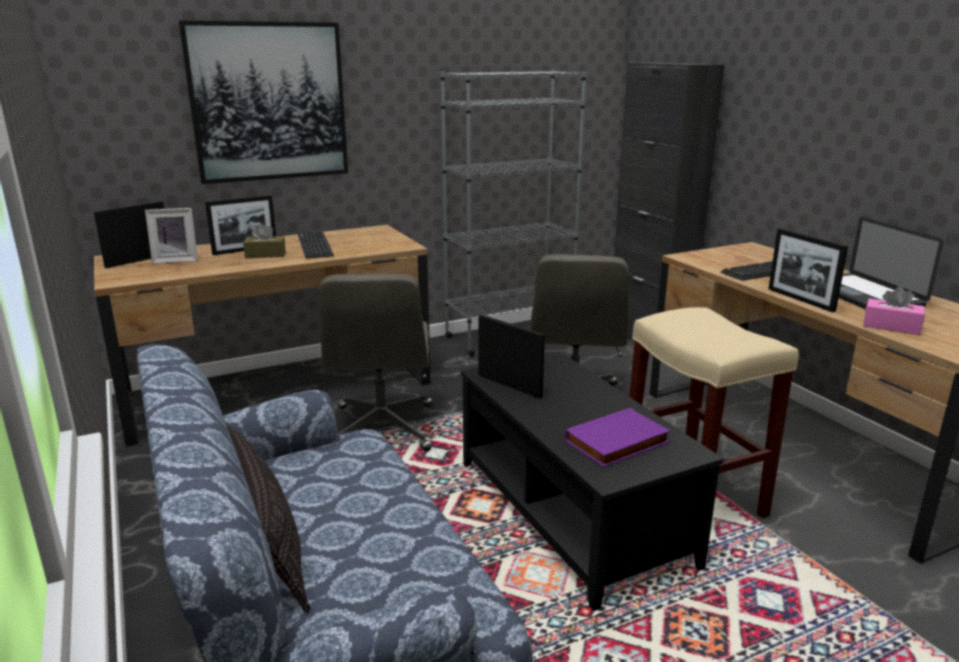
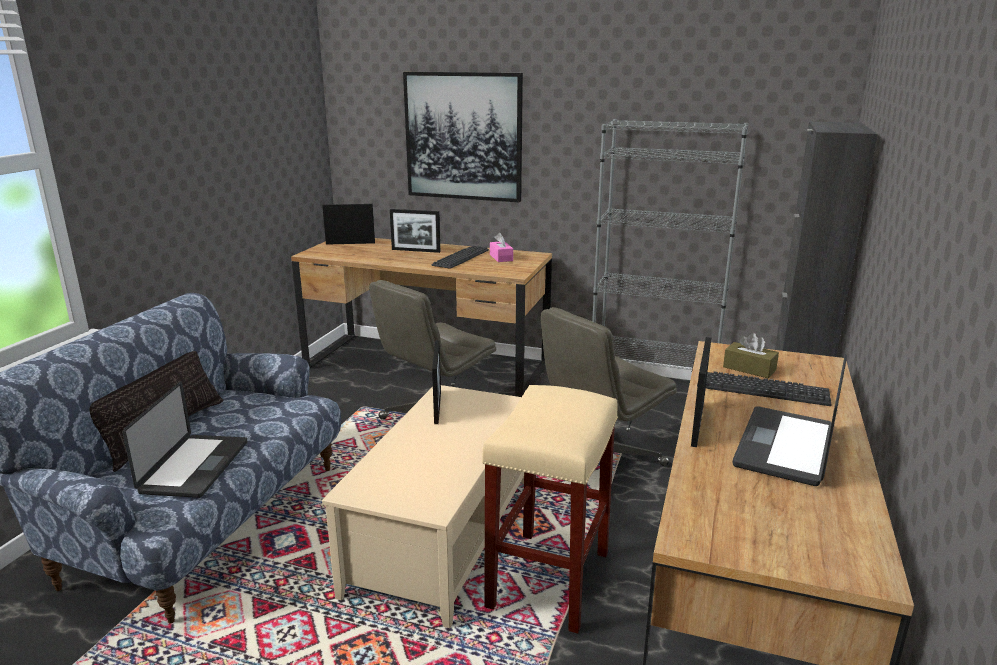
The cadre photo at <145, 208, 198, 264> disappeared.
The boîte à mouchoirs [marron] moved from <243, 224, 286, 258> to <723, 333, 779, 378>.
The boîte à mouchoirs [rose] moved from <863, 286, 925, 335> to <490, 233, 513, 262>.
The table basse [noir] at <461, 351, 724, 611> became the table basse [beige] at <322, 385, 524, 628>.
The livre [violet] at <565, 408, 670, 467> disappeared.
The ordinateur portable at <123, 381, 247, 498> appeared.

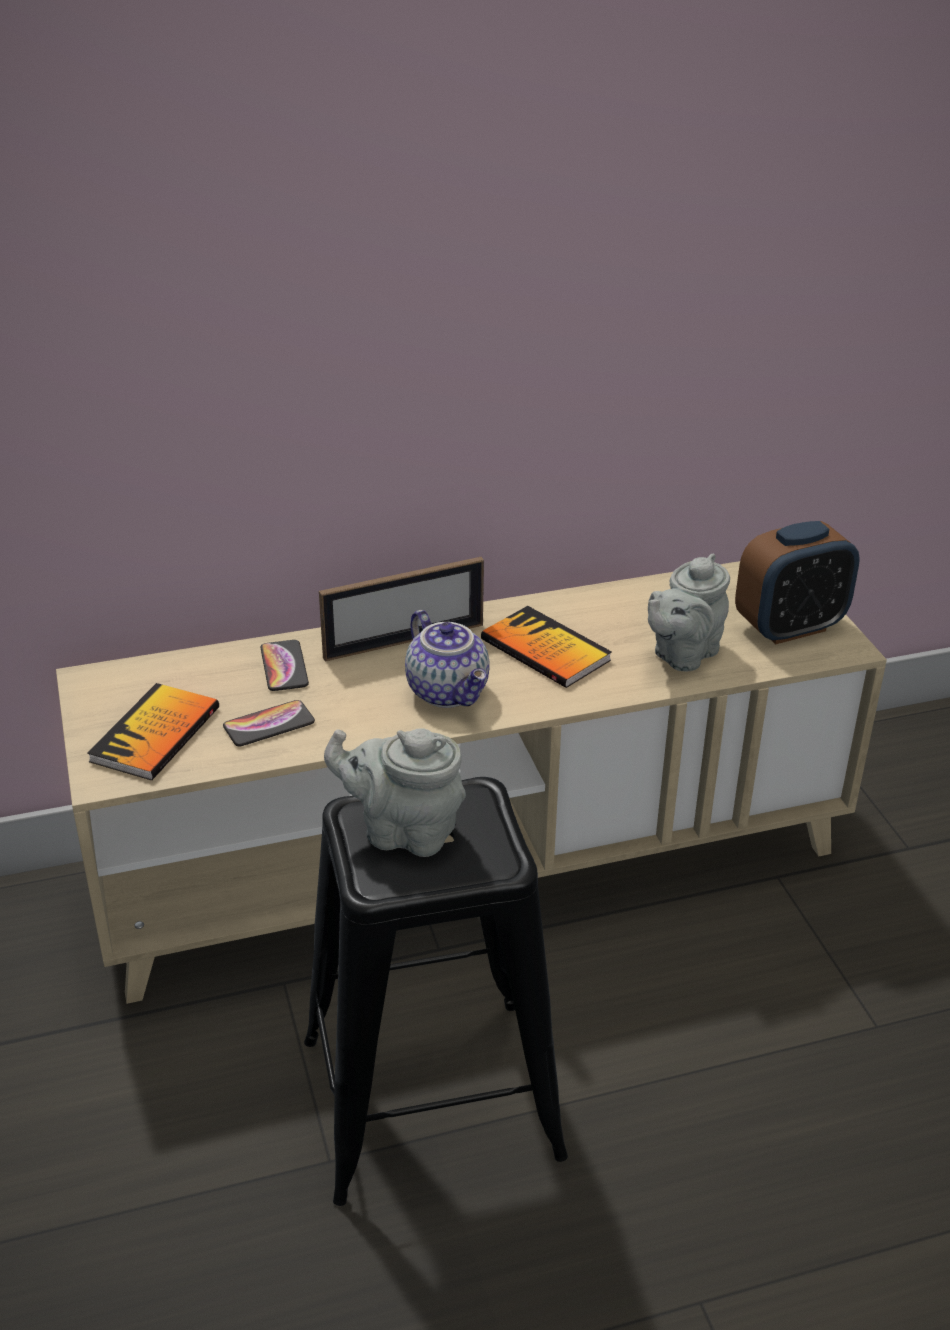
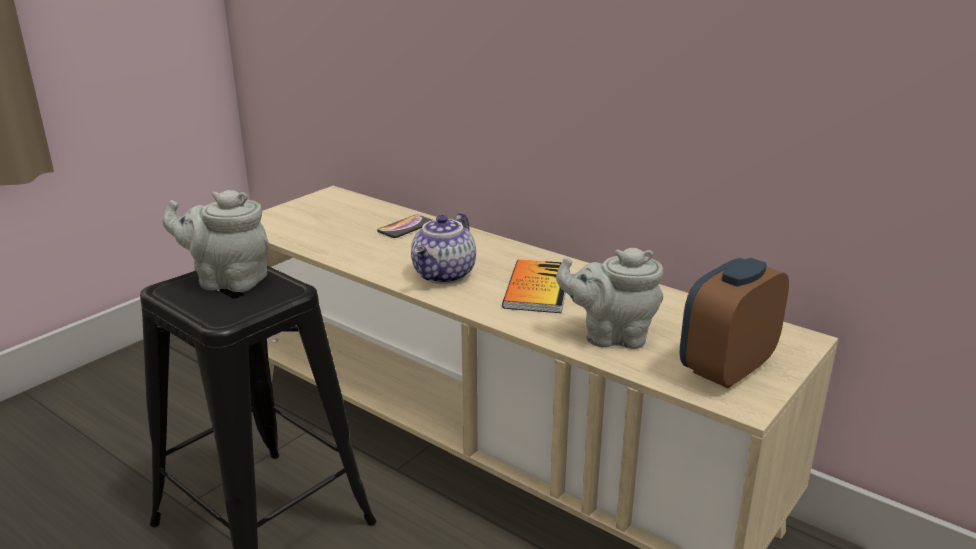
The réveil at <735, 521, 860, 645> turned 105 degrees clockwise.
The cadre photo at <319, 557, 484, 661> disappeared.
The livre at <87, 683, 219, 780> disappeared.
The téléphone at <223, 700, 315, 747> disappeared.
The théière [gris] at <324, 728, 466, 857> turned 60 degrees counterclockwise.

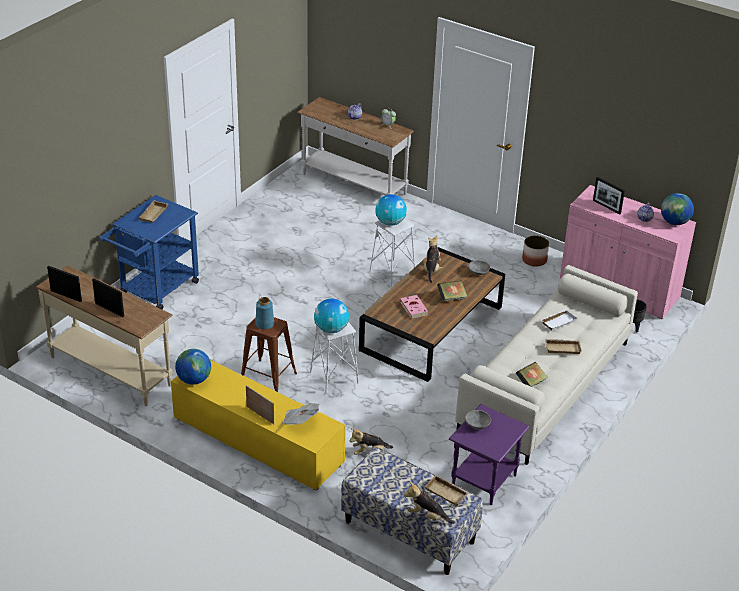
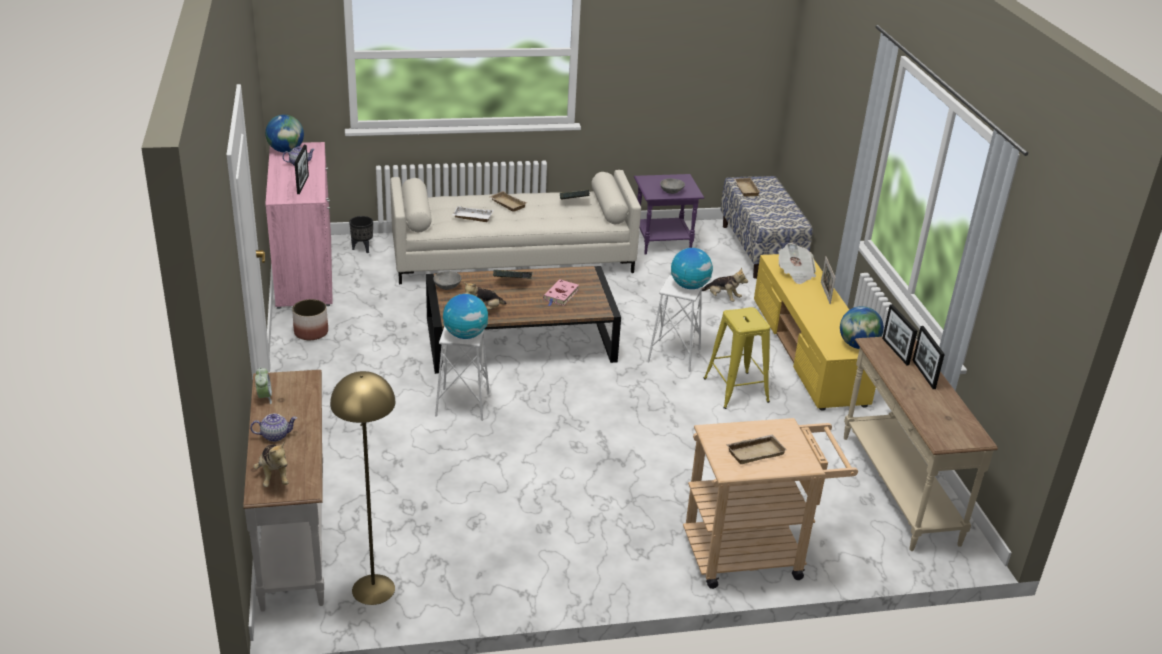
The chariot [bleu] at <100, 195, 199, 309> became the chariot [beige] at <683, 418, 858, 589>.
The cadre photo moved from <47, 266, 82, 302> to <882, 304, 917, 365>.
The vase [bleu] at <255, 297, 274, 329> disappeared.
The tabouret [marron] at <241, 317, 297, 392> became the tabouret [jaune] at <704, 307, 770, 409>.
The peluche moved from <404, 482, 455, 524> to <253, 441, 289, 487>.
The lampadaire [jaune] at <330, 371, 396, 605> appeared.

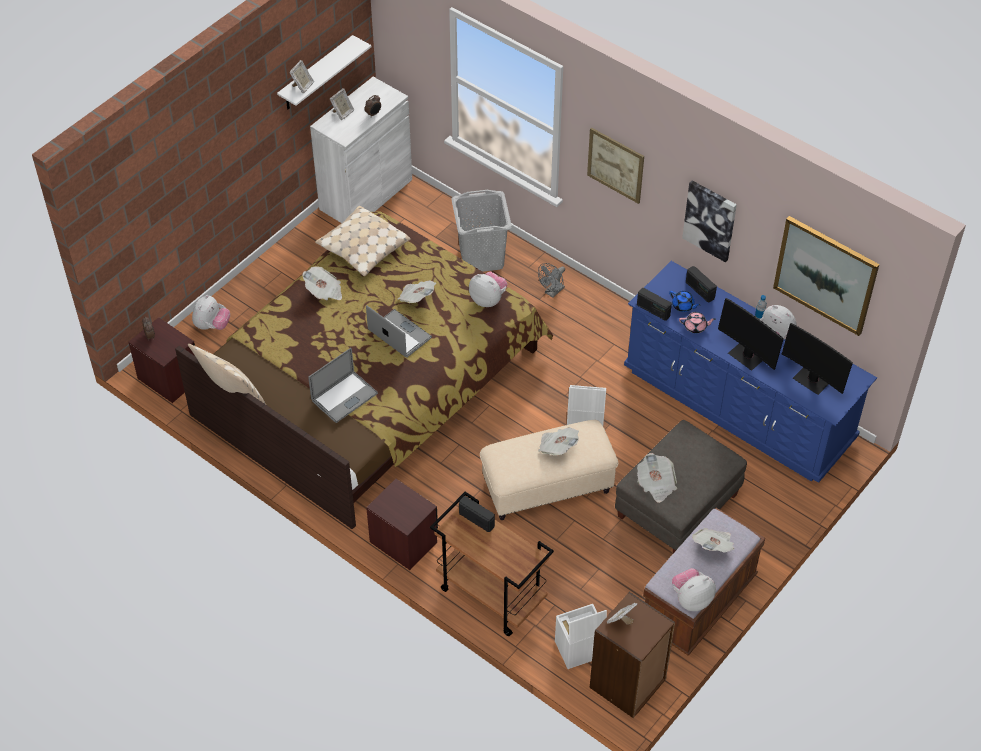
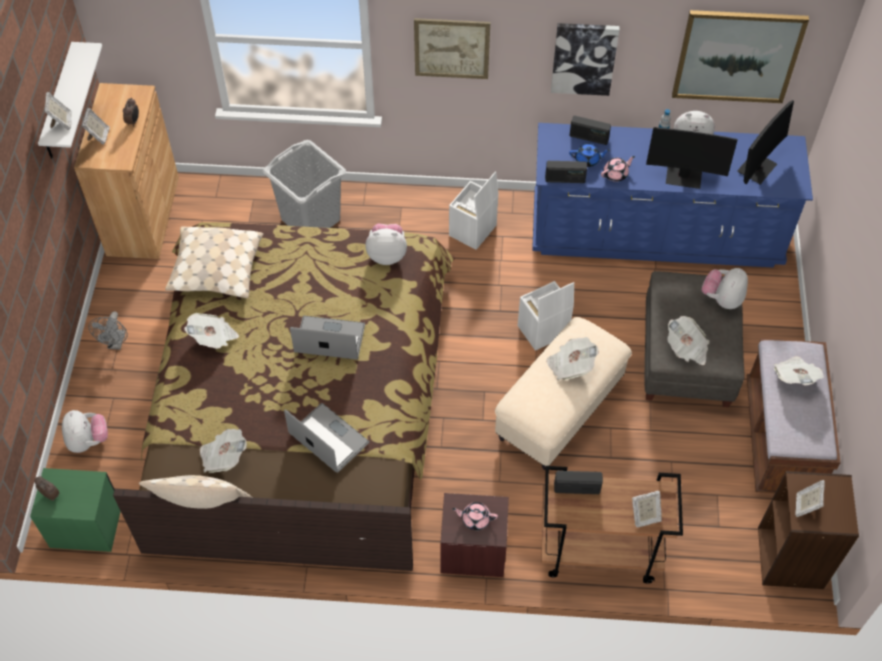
The meuble de rangement [blanc] at <310, 77, 412, 223> became the meuble de rangement [marron] at <74, 83, 179, 259>.
The ventilateur [gris] moved from <538, 263, 565, 298> to <89, 311, 128, 350>.
The journal moved from <397, 280, 436, 303> to <200, 429, 247, 473>.
The table de chevet [marron] at <129, 317, 195, 403> became the table de chevet [vert] at <30, 468, 121, 552>.
The écran d'ordinateur at <782, 323, 853, 395> turned 60 degrees counterclockwise.
The ordinateur portable at <308, 348, 378, 423> turned 60 degrees counterclockwise.
The peluche moved from <672, 568, 716, 611> to <701, 268, 748, 309>.
The boîte de rangement [blanc] moved from <555, 604, 607, 669> to <449, 171, 499, 250>.
The cadre photo at <632, 491, 662, 528> appeared.
The théière [rose] at <452, 502, 498, 530> appeared.

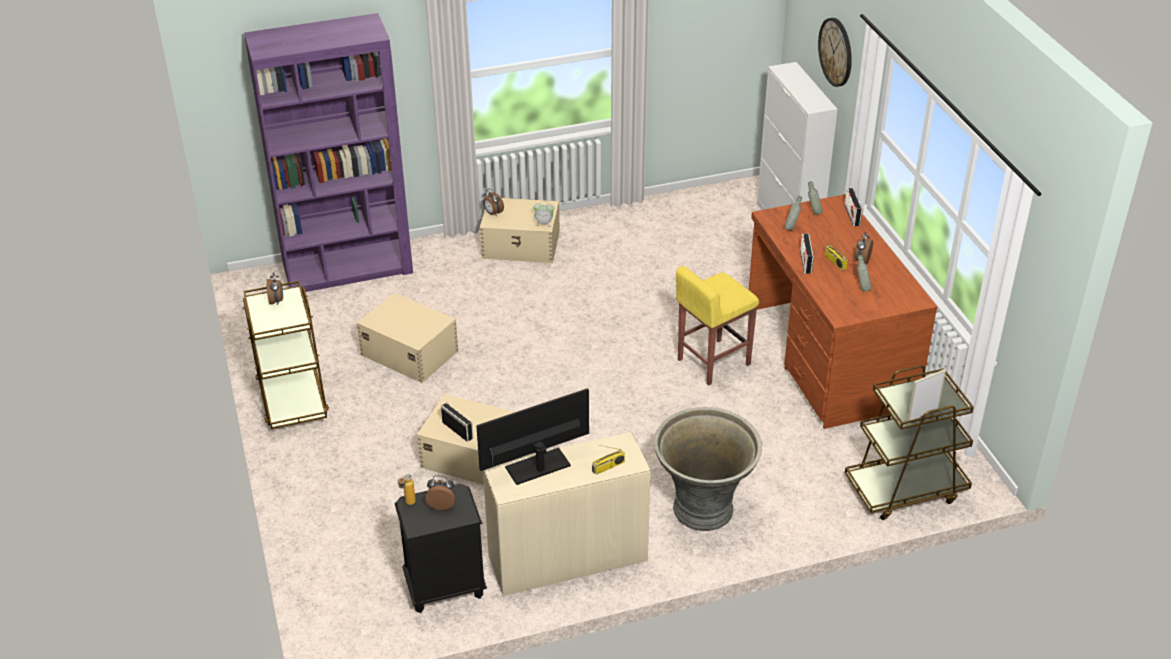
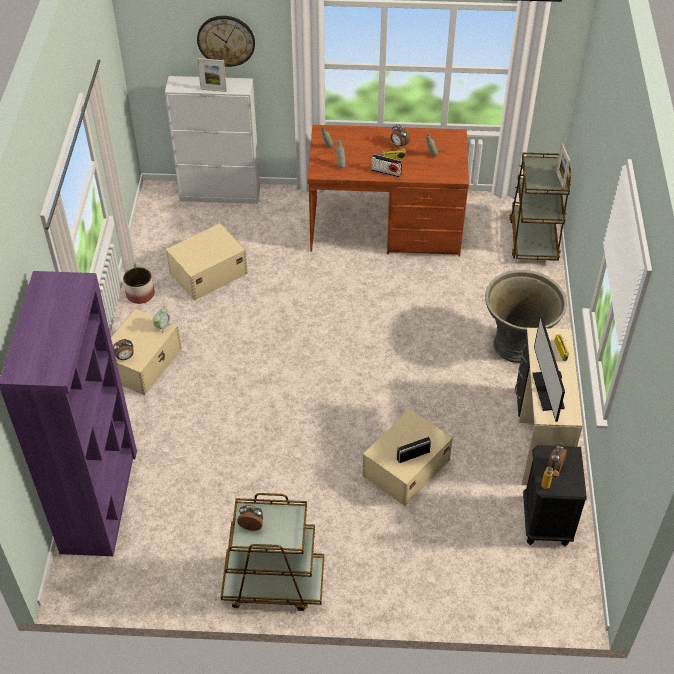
The radio at <845, 188, 863, 226> disappeared.
The tabouret [jaune] at <676, 266, 759, 386> disappeared.
The boîte de rangement [beige] moved from <357, 293, 458, 383> to <166, 223, 248, 301>.
The cadre photo at <197, 58, 227, 92> appeared.
The cache-pot at <123, 267, 155, 304> appeared.

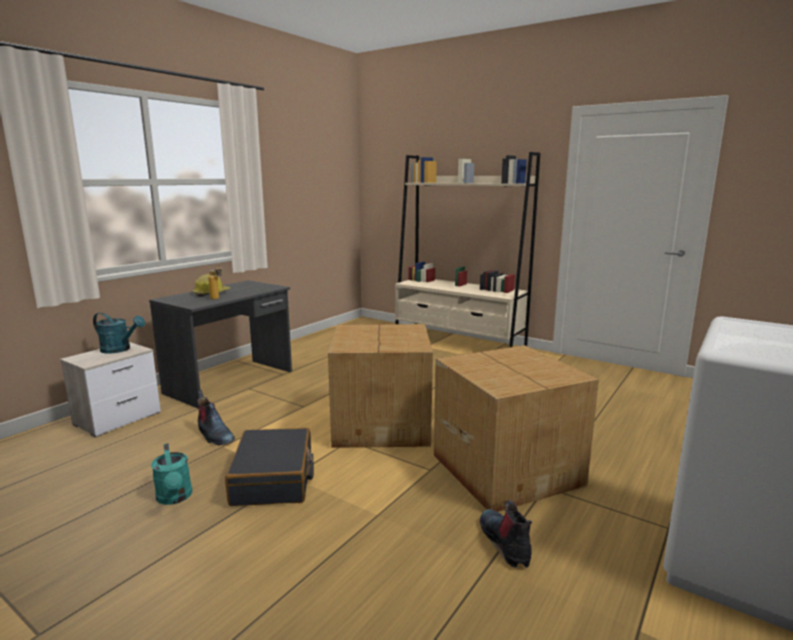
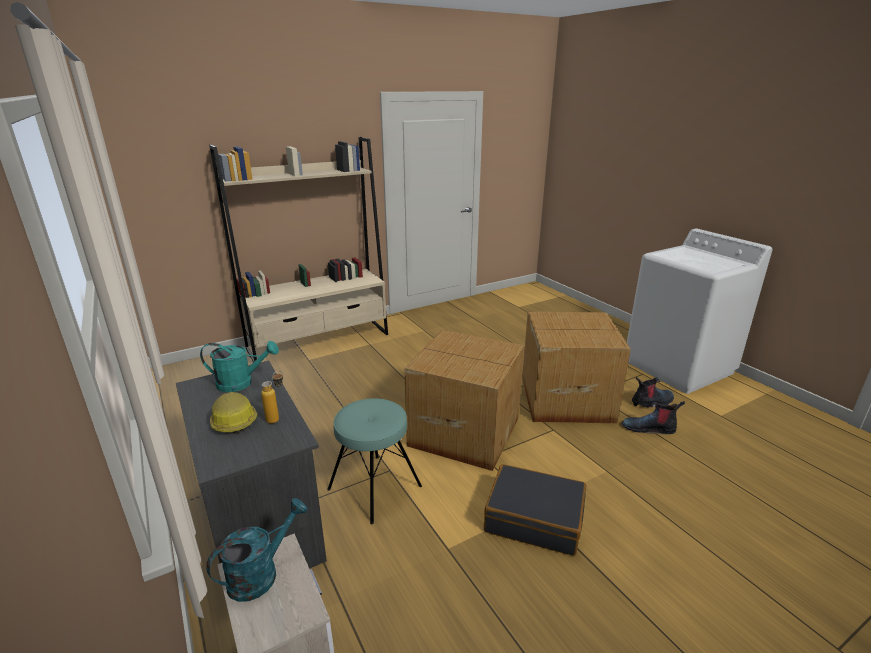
The botte moved from <198, 390, 235, 446> to <632, 377, 674, 407>.
The arrosoir [turquoise] moved from <151, 443, 193, 505> to <200, 341, 279, 392>.
The tabouret [turquoise] at <327, 398, 422, 524> appeared.

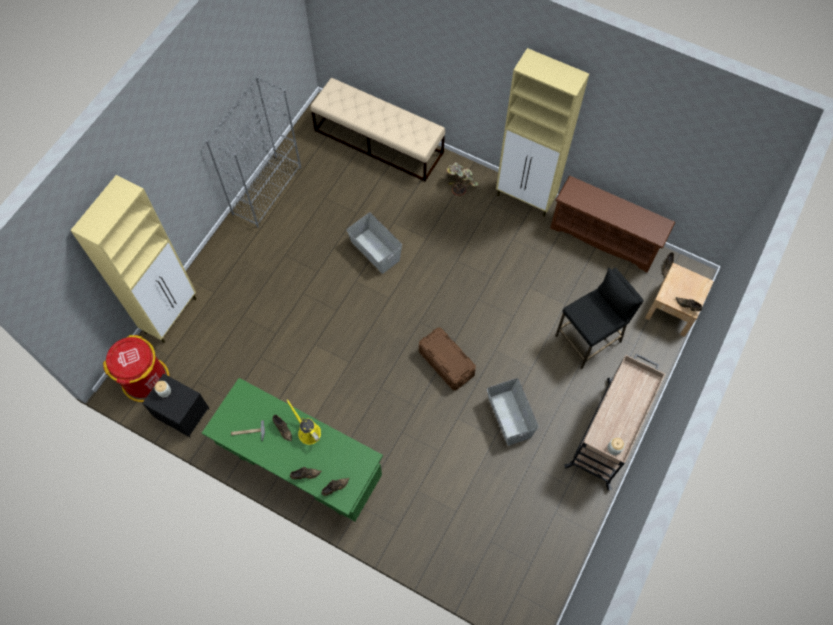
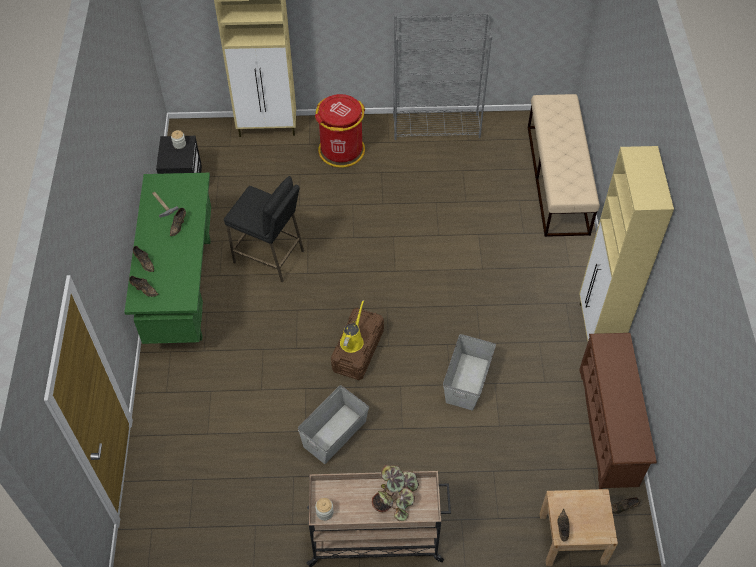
The plante en pot moved from <446, 162, 479, 196> to <372, 465, 419, 521>.
The boîte de rangement [gris] moved from <347, 212, 402, 274> to <443, 334, 496, 411>.
The tabouret [noir] moved from <555, 268, 644, 369> to <224, 176, 304, 282>.
The poubelle [rouge] moved from <103, 335, 169, 402> to <315, 94, 365, 168>.
The arrosoir [jaune] moved from <286, 399, 321, 445> to <340, 300, 364, 353>.

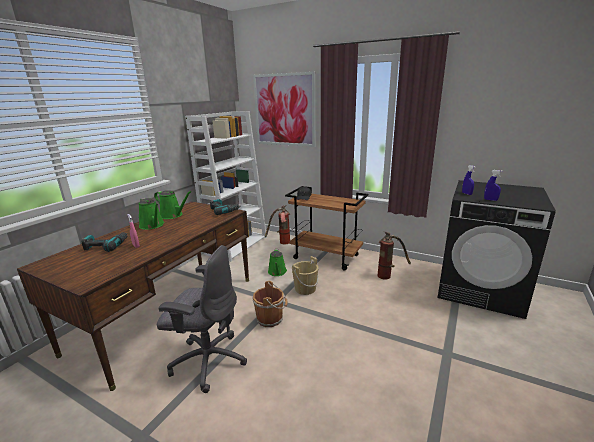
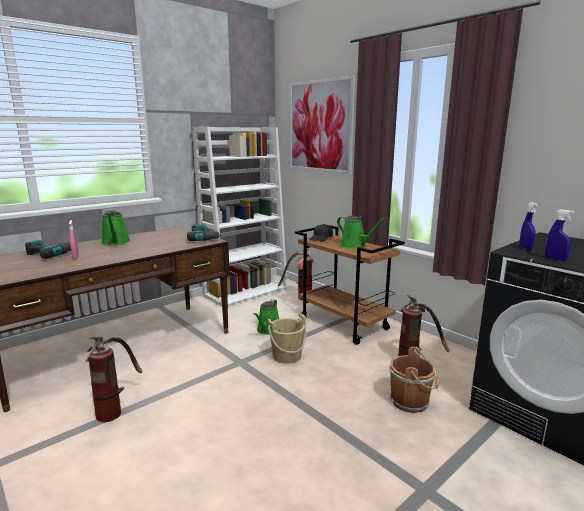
The arrosoir [vert] moved from <154, 190, 192, 219> to <337, 216, 386, 249>.
The chaise de bureau [gris] at <157, 245, 247, 393> was replaced by the extincteur at <85, 335, 142, 422>.
The seau [marron] moved from <253, 281, 288, 327> to <389, 347, 439, 413>.

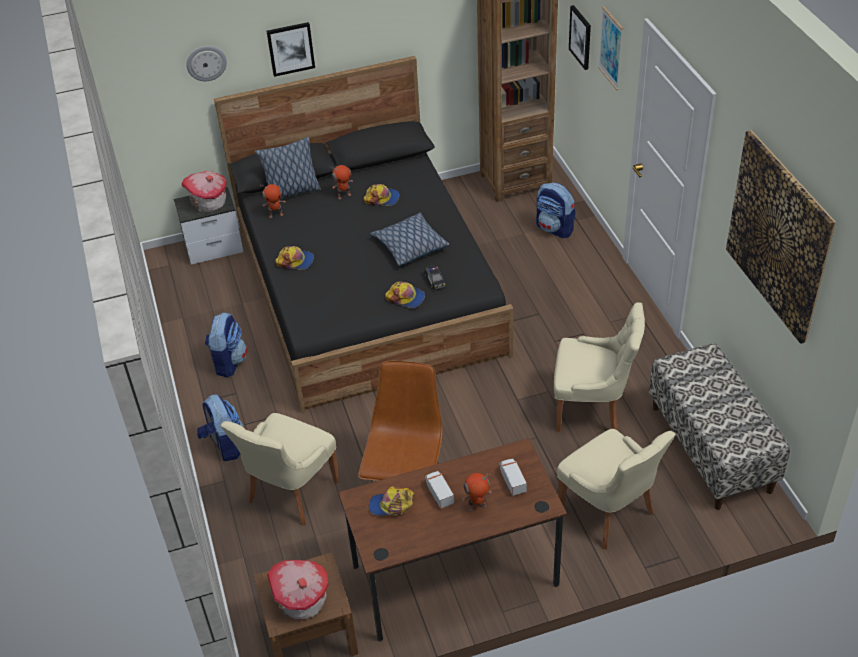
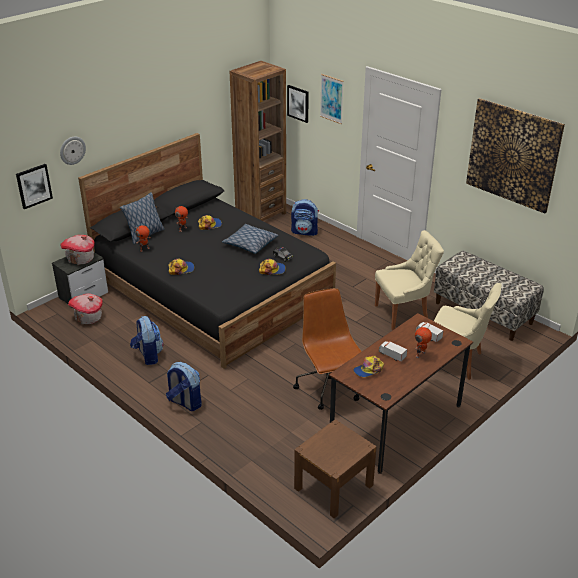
The tableau moved from <266, 22, 315, 77> to <16, 164, 53, 209>.
The chaise [beige] at <220, 413, 339, 526> disappeared.
The maison miniature moved from <267, 560, 329, 620> to <68, 293, 103, 325>.

